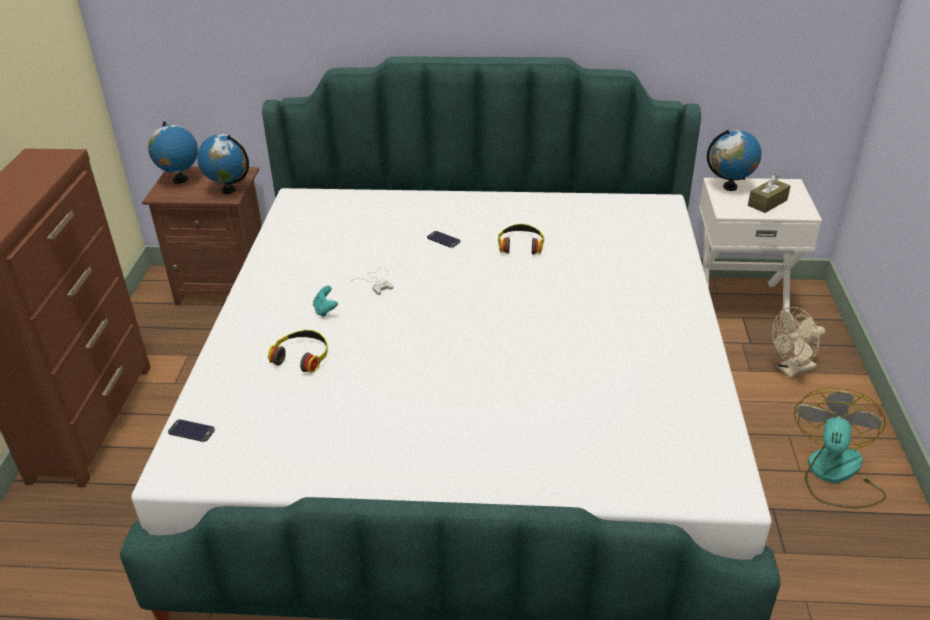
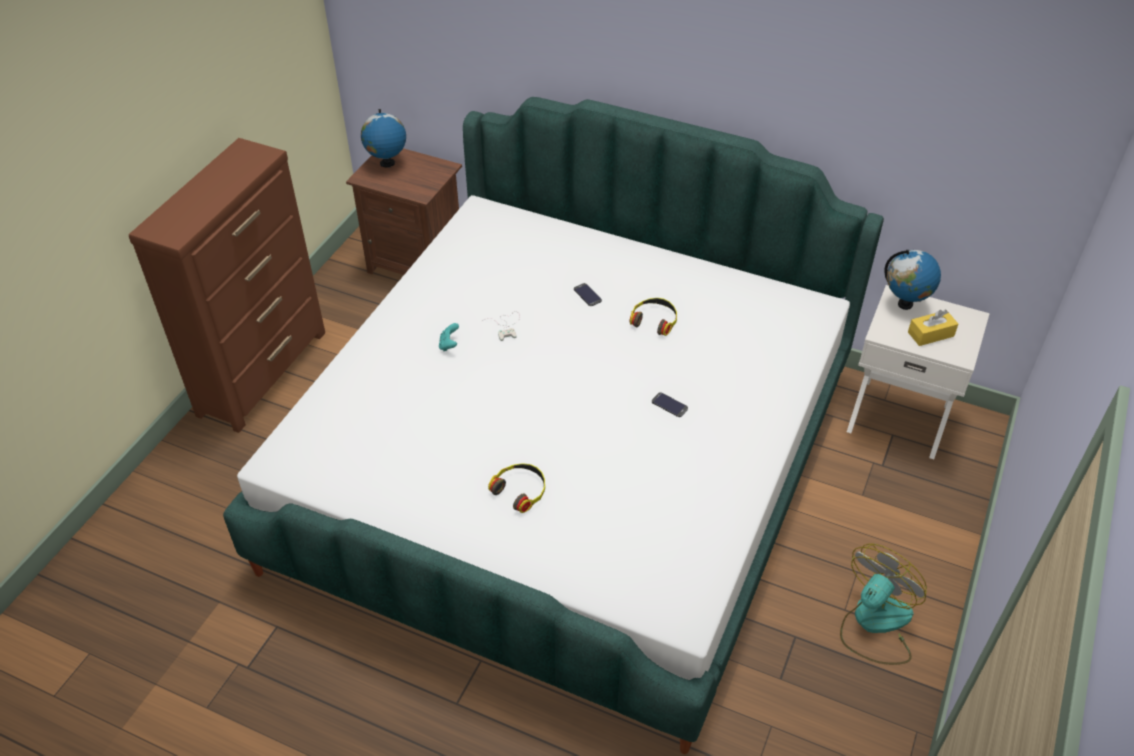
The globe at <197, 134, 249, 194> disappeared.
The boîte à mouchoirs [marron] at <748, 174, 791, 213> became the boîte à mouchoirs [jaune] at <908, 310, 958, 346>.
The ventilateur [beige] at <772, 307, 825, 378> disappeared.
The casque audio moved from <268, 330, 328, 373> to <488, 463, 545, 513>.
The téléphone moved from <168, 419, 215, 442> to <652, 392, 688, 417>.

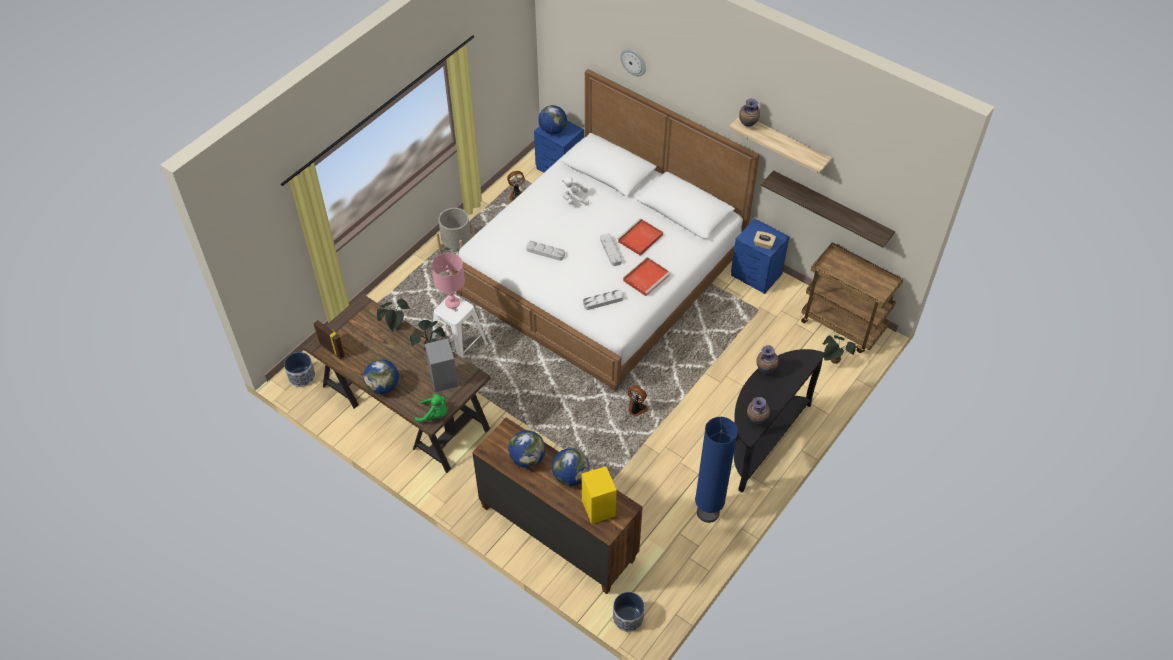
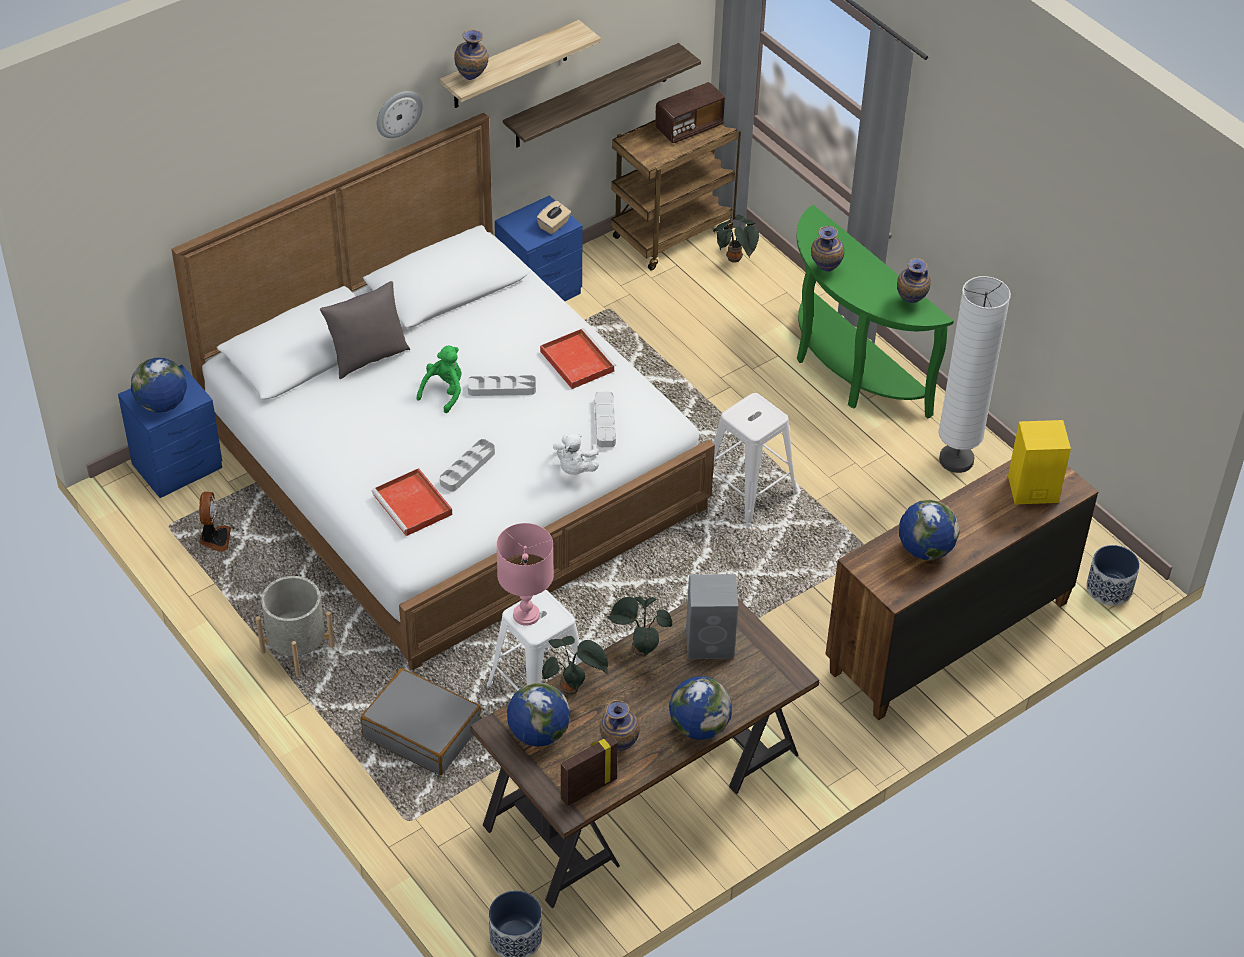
The horloge murale moved from <620, 49, 646, 76> to <377, 91, 423, 138>.
The peluche [blanc] moved from <562, 176, 589, 205> to <553, 433, 599, 475>.
The plateau [rouge] moved from <617, 219, 663, 256> to <372, 468, 452, 536>.
The table console [noir] at <734, 349, 826, 493> became the table console [vert] at <797, 205, 954, 419>.
The ventilateur at <627, 385, 649, 417> was replaced by the tabouret [blanc] at <713, 393, 798, 528>.
The peluche [vert] moved from <415, 394, 447, 422> to <417, 346, 462, 413>.
The lampadaire [bleu] at <695, 417, 738, 523> became the lampadaire [blanc] at <939, 276, 1011, 473>.
The globe moved from <552, 448, 590, 486> to <507, 683, 571, 747>.
The radio at <655, 82, 725, 143> appeared.
The coussin [gris] at <320, 281, 410, 379> appeared.
The valise [gris] at <361, 668, 481, 775> appeared.
The vase at <600, 700, 640, 751> appeared.

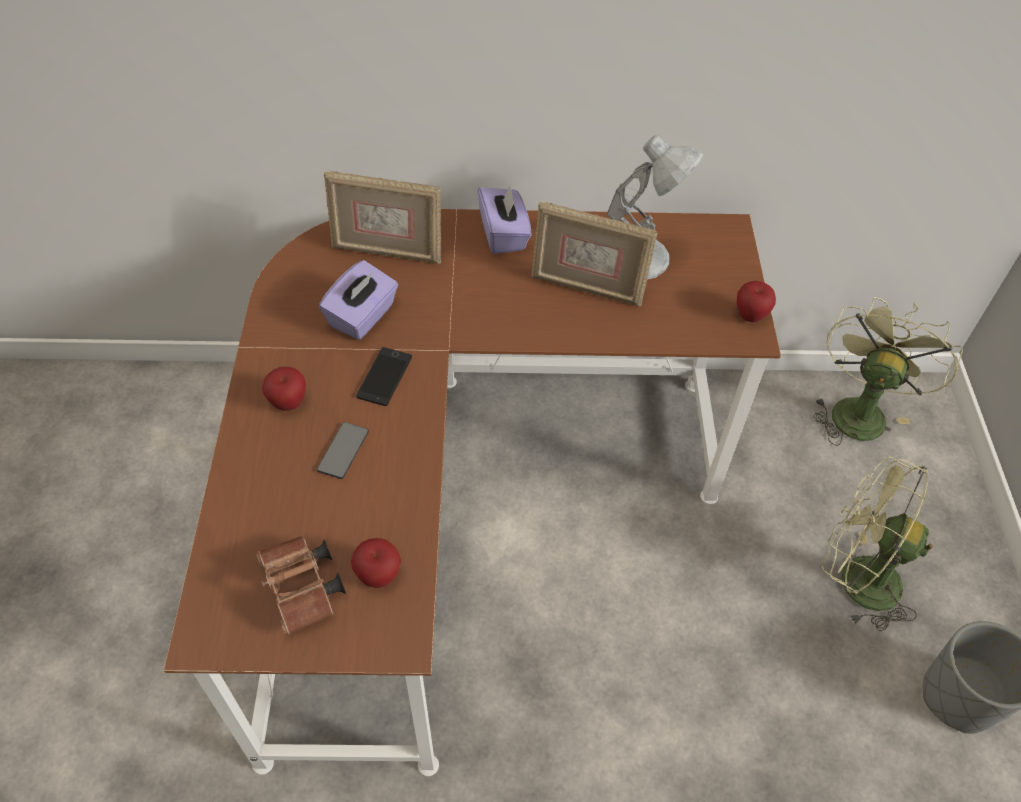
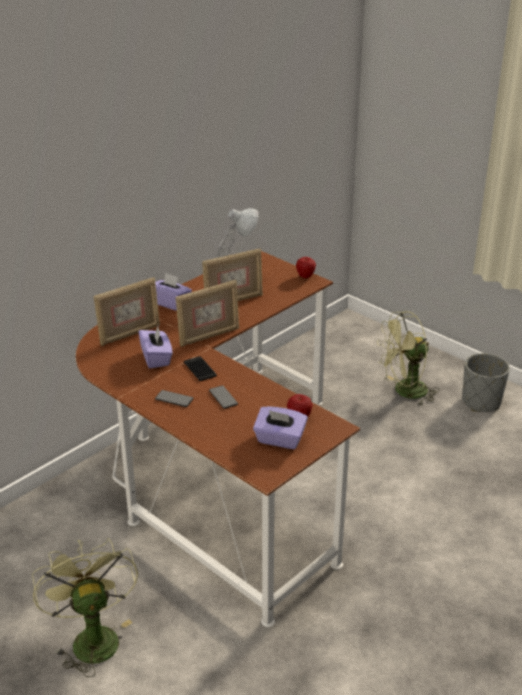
The ventilateur [vert] moved from <813, 297, 963, 446> to <32, 538, 138, 677>.
The pomme at <262, 367, 306, 411> was replaced by the téléphone at <155, 390, 194, 407>.
The jumelles [marron] at <256, 535, 346, 635> was replaced by the boîte à mouchoirs [violet] at <253, 406, 308, 449>.
The cadre photo at <175, 280, 239, 347> appeared.

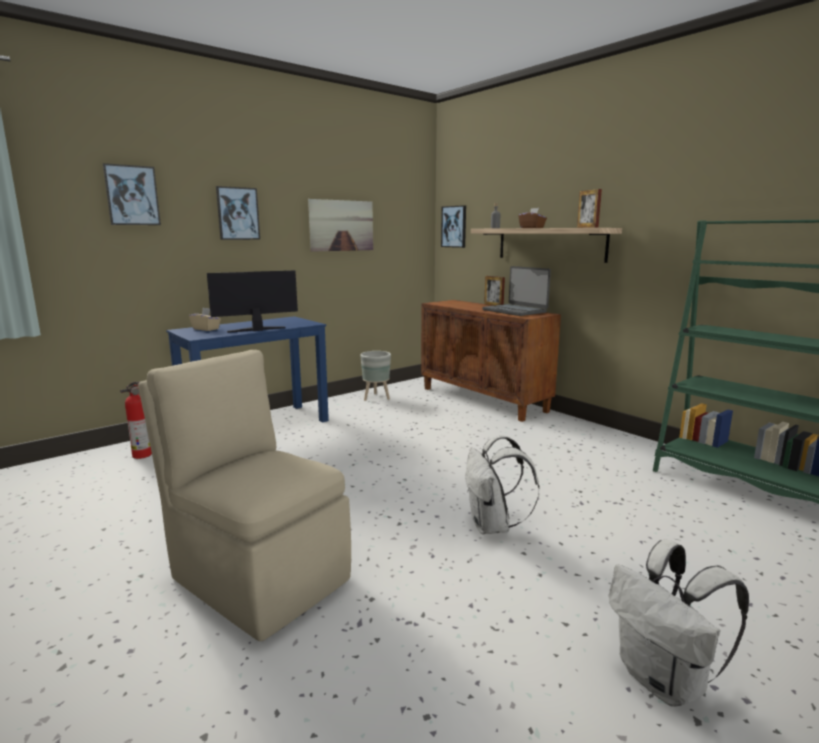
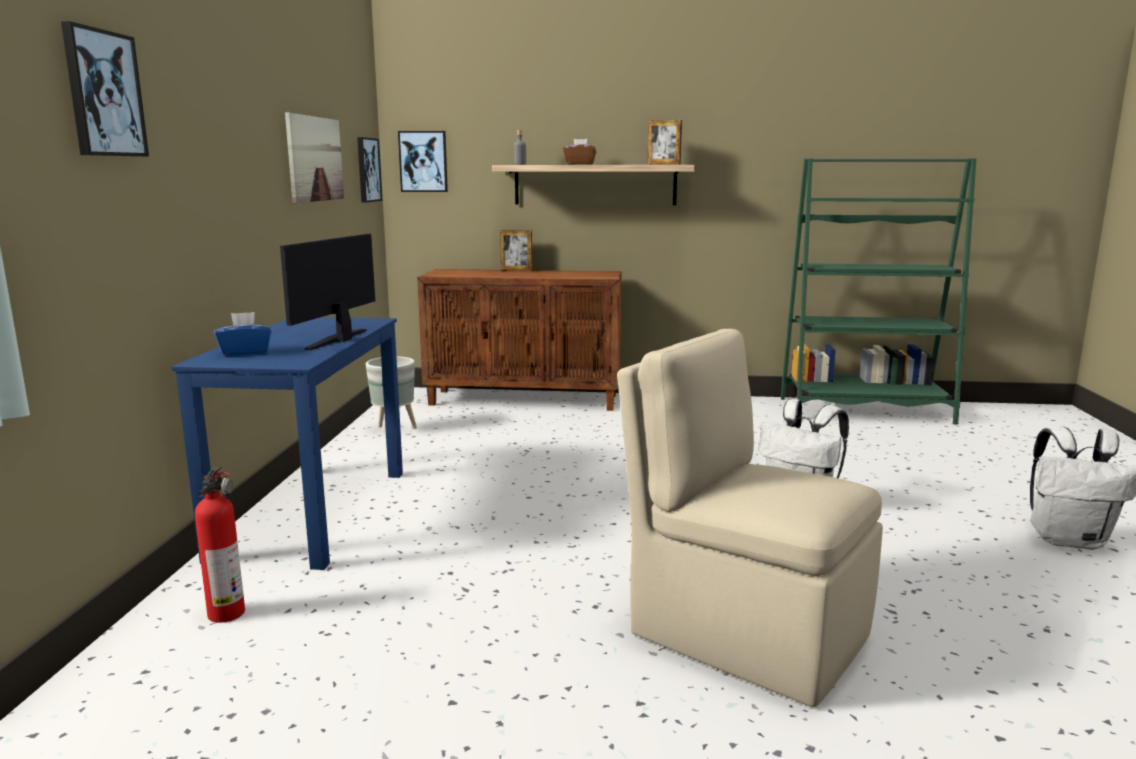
The tableau moved from <216, 186, 260, 240> to <357, 137, 382, 203>.
The ordinateur portable at <482, 266, 551, 316> disappeared.
The boîte à mouchoirs [beige] at <189, 308, 221, 331> became the boîte à mouchoirs [bleu] at <214, 312, 272, 356>.
The chaise [beige] at <138, 350, 351, 641> turned 45 degrees clockwise.

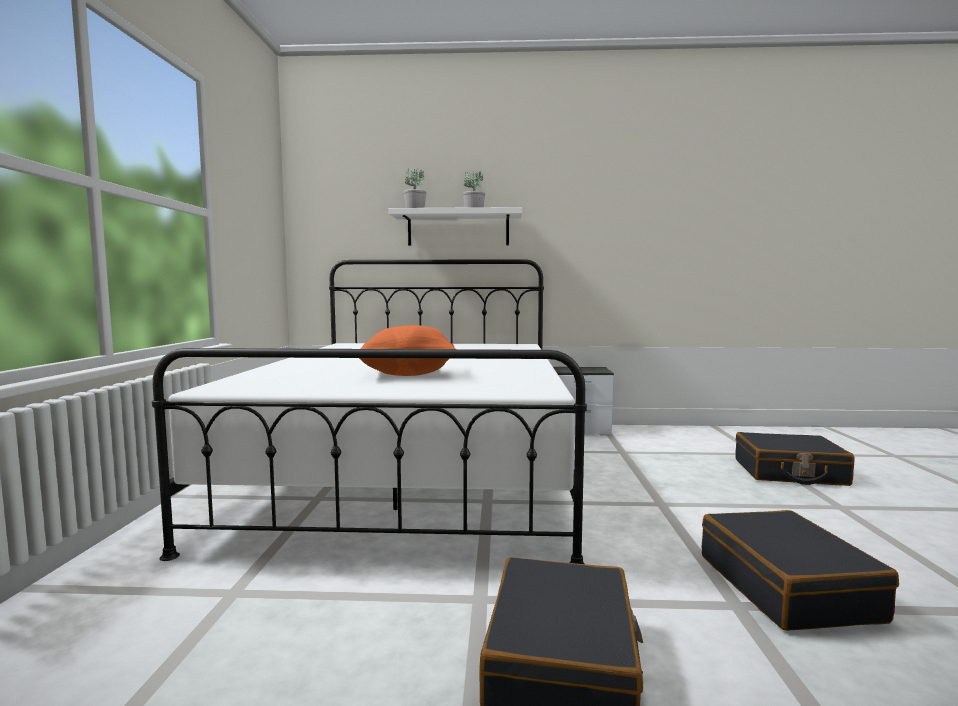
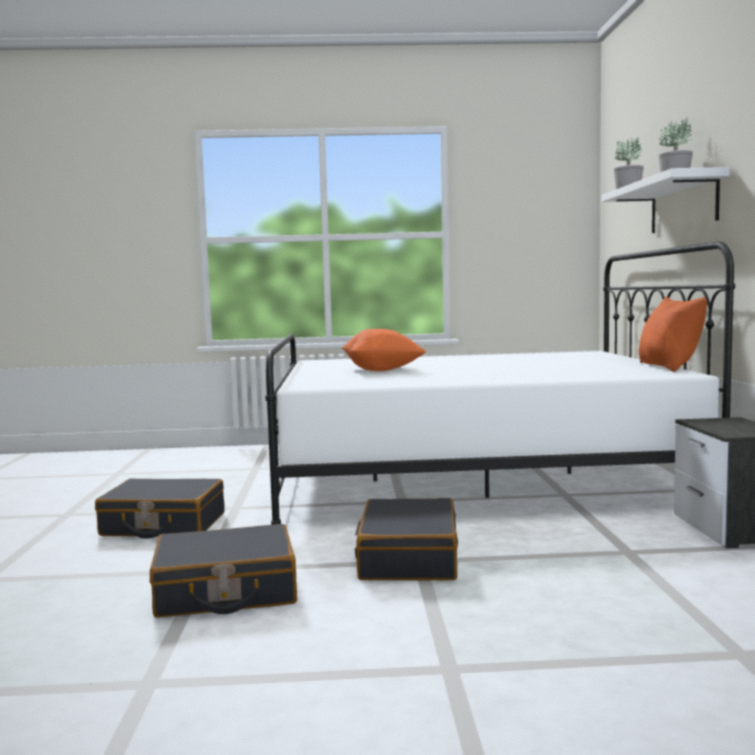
The valise [noir] moved from <735, 432, 854, 486> to <355, 498, 458, 580>.
The coussin [orange] at <639, 297, 707, 372> appeared.

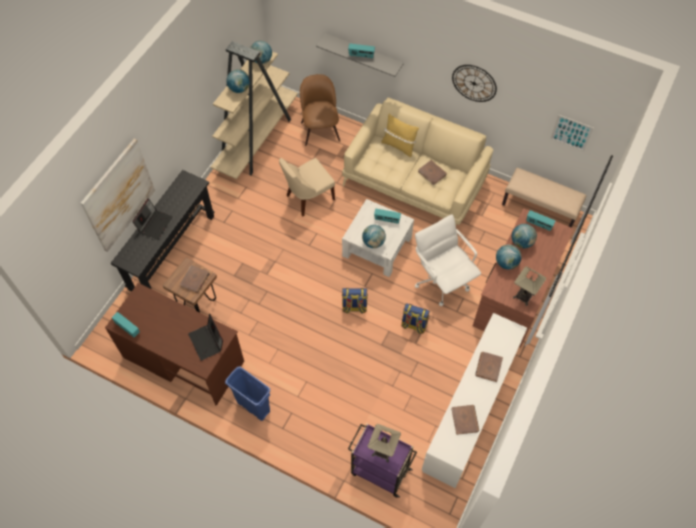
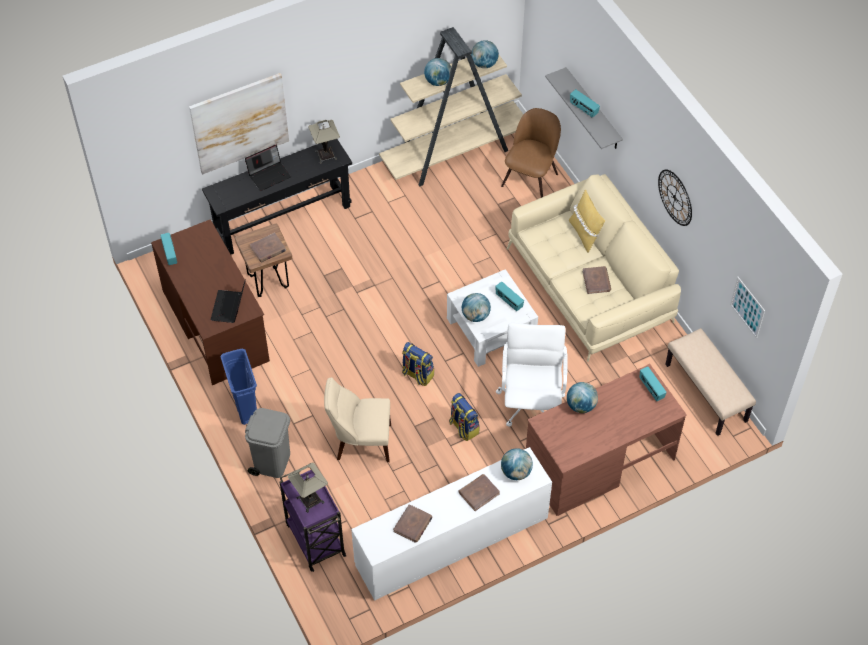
The chaise [beige] moved from <279, 158, 335, 217> to <324, 377, 391, 462>.
The globe moved from <512, 224, 537, 248> to <501, 448, 533, 480>.
The lampe de table moved from <513, 266, 546, 306> to <308, 120, 340, 164>.
The poubelle [gris] at <245, 408, 290, 478> appeared.

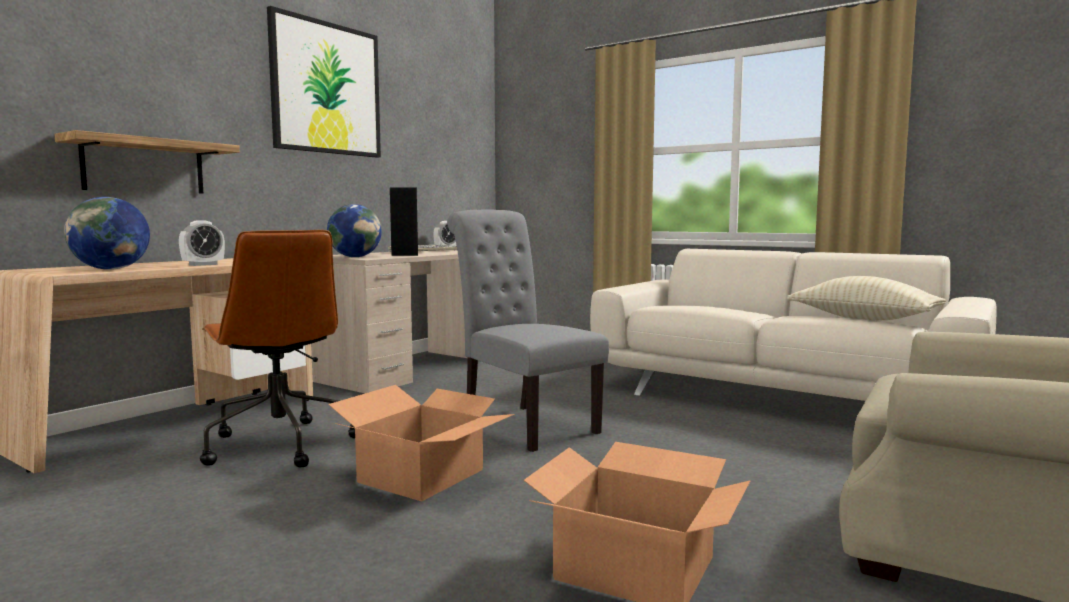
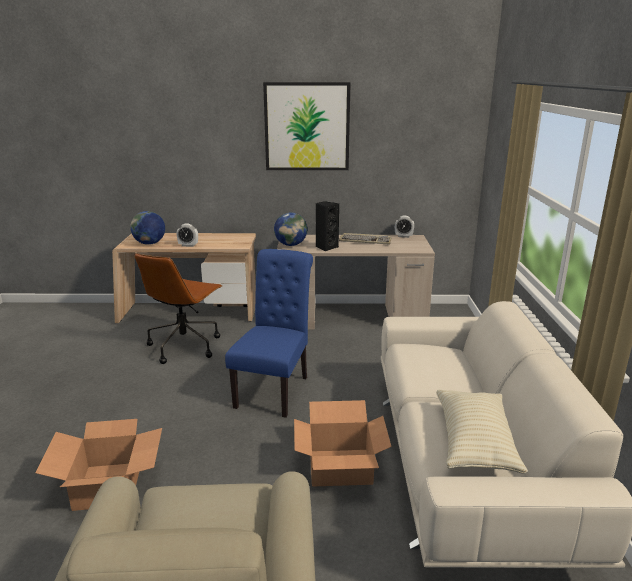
The étagère at <54, 130, 240, 194> disappeared.
The chaise [gris] at <447, 209, 609, 452> became the chaise [bleu] at <225, 249, 313, 418>.
The carton moved from <328, 385, 515, 502> to <294, 400, 392, 487>.

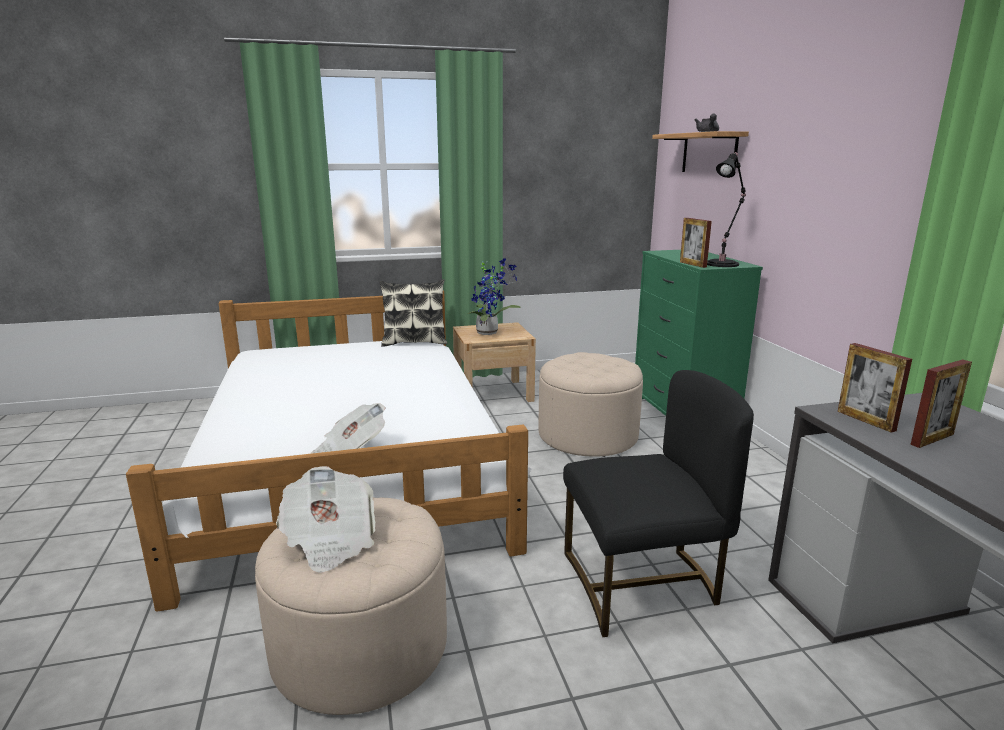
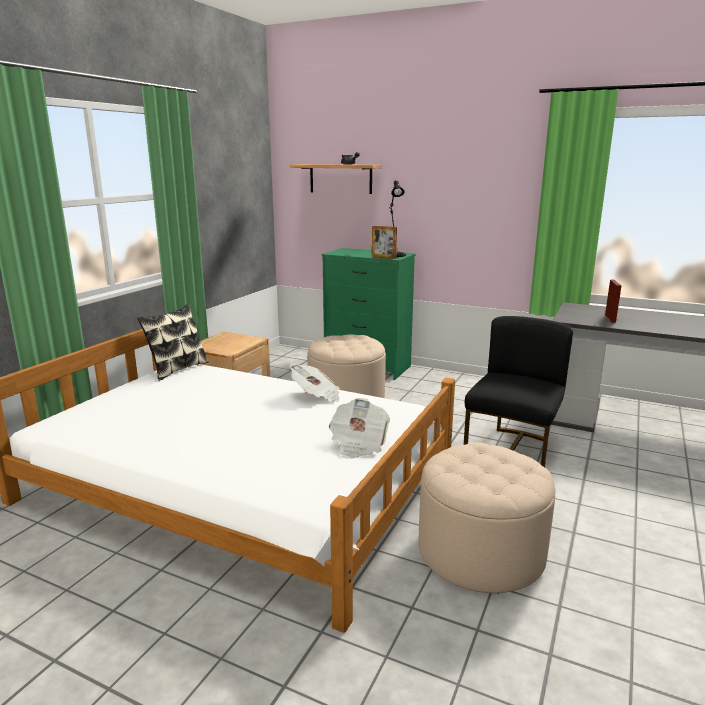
The plante en pot at <468, 258, 521, 335> disappeared.
The cadre photo at <838, 343, 912, 433> disappeared.
The journal moved from <276, 466, 375, 573> to <290, 364, 340, 402>.

